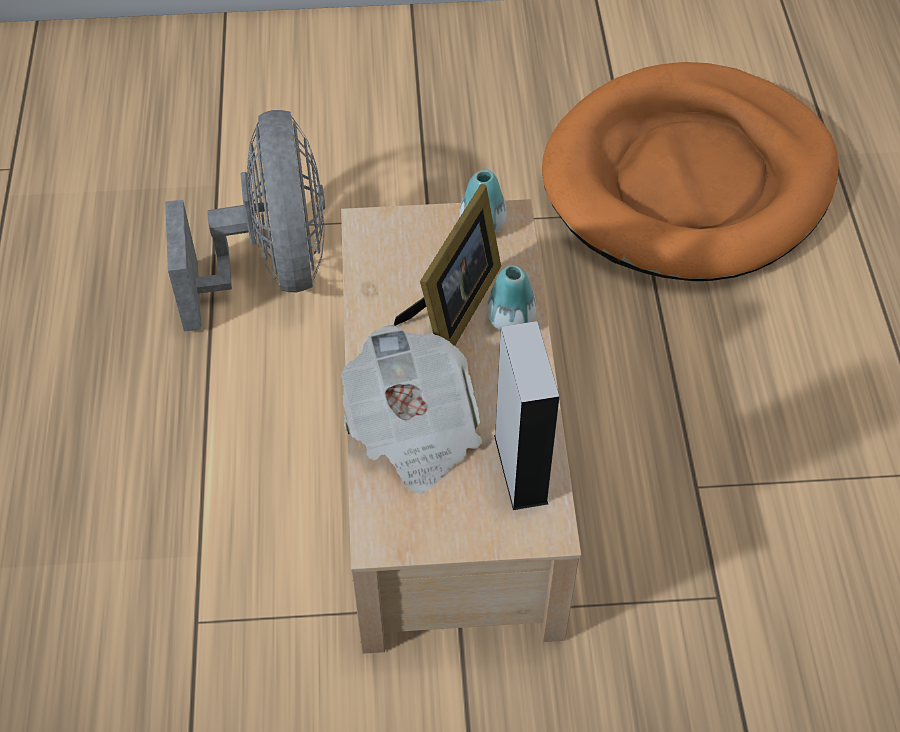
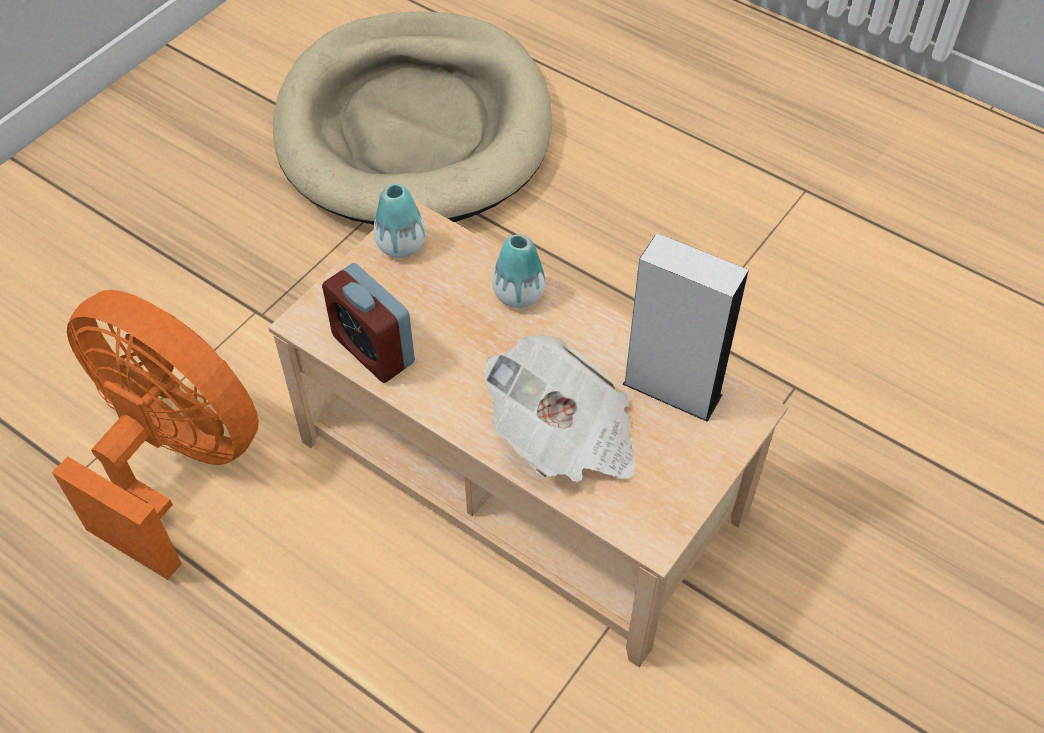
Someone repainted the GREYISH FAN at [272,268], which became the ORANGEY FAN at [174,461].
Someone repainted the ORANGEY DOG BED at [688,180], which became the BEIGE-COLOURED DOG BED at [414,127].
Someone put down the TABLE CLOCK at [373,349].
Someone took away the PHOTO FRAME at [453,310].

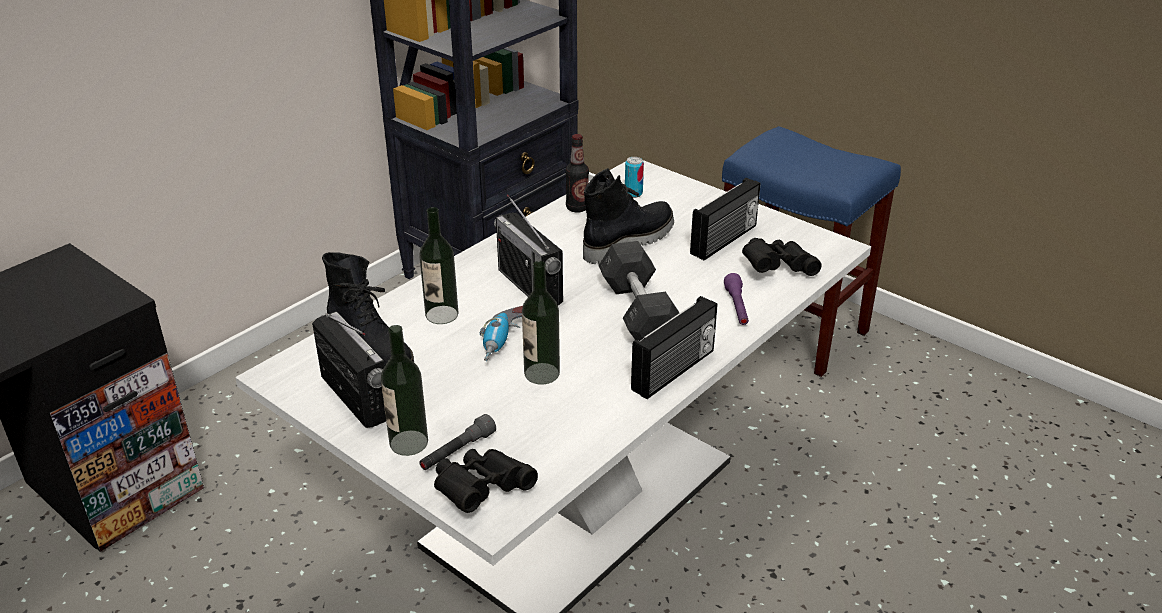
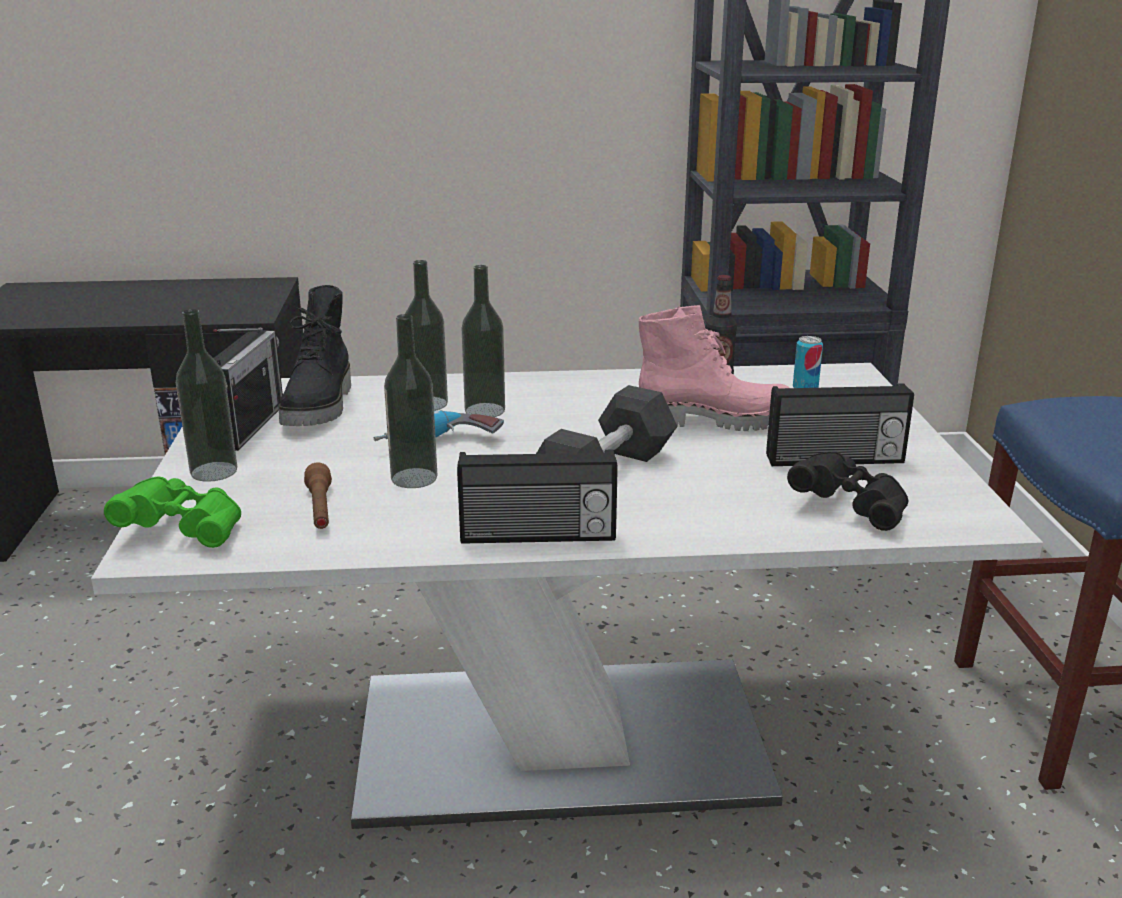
Someone repainted the BLACK-COLOURED FIELD GLASSES at [481,491], which became the GREEN-COLOURED FIELD GLASSES at [184,530].
Someone put down the BROWN TORCH at [320,509].
Someone put down the DRINK BOTTLE at [485,410].
Someone repainted the BLACK-COLOURED HIGH-TOP BOOT at [627,241], which became the PINK HIGH-TOP BOOT at [715,420].
Someone took away the GREYISH TORCH at [457,452].
Someone took away the RADIO RECEIVER at [530,286].
Someone took away the PURPLE-COLOURED TORCH at [737,307].

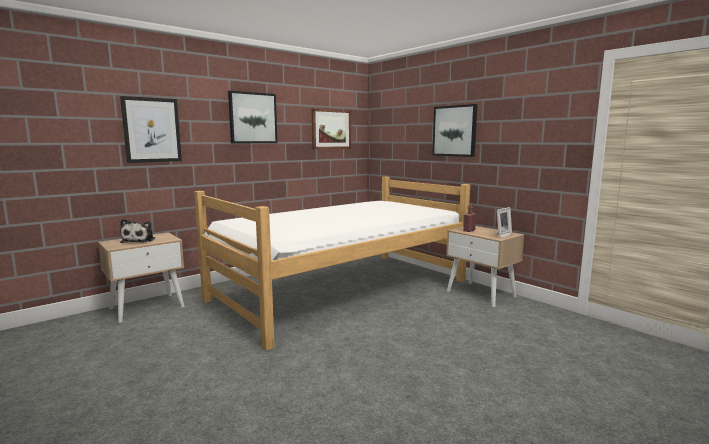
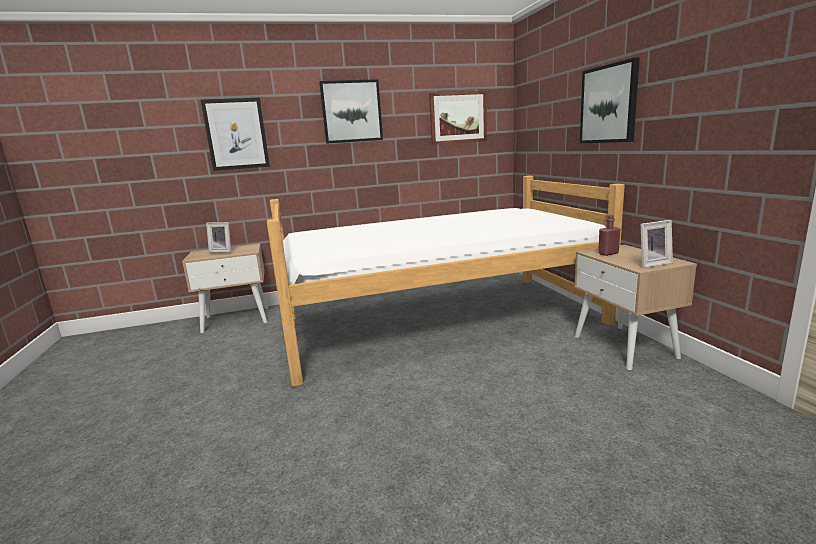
Someone swapped the CUDDLY TOY at [139,240] for the PHOTO FRAME at [222,251].

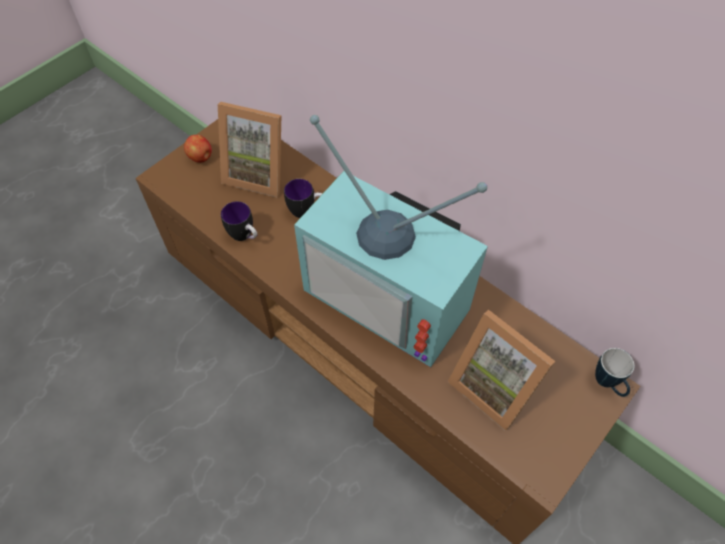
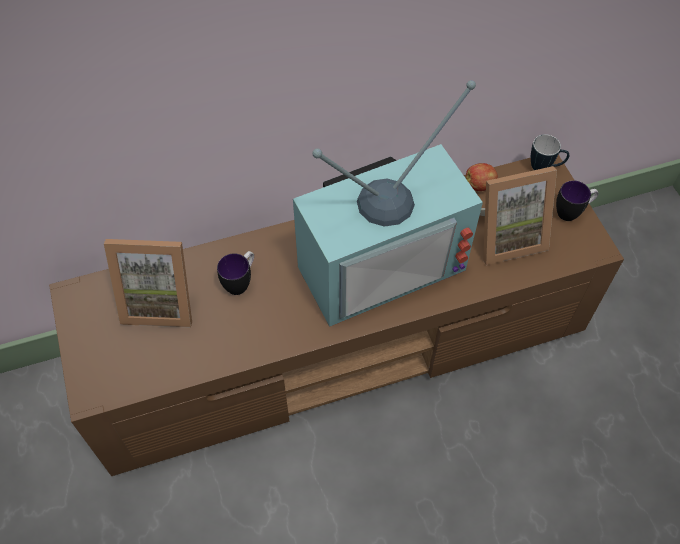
Someone rotated the PHOTO FRAME at [258,173] by 45 degrees clockwise.
Someone carried the APPLE FRUIT from [201,157] to [479,185].
Someone carried the TEA MUG from [245,237] to [572,212].

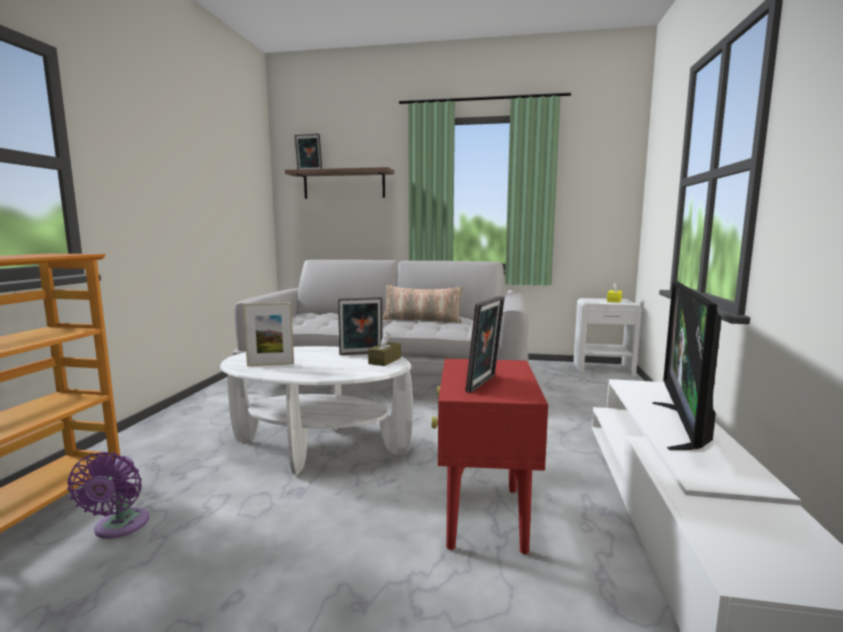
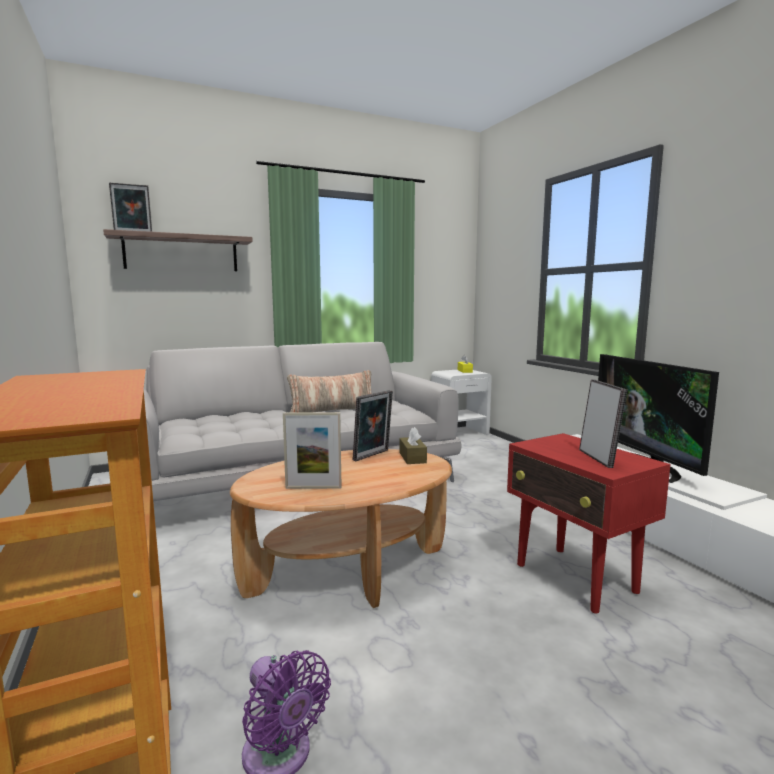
Someone repainted the WHITE LOUNGE TABLE at [319,447], which became the BROWN LOUNGE TABLE at [349,572].
Someone rotated the PHOTO FRAME at [270,364] by 45 degrees clockwise.

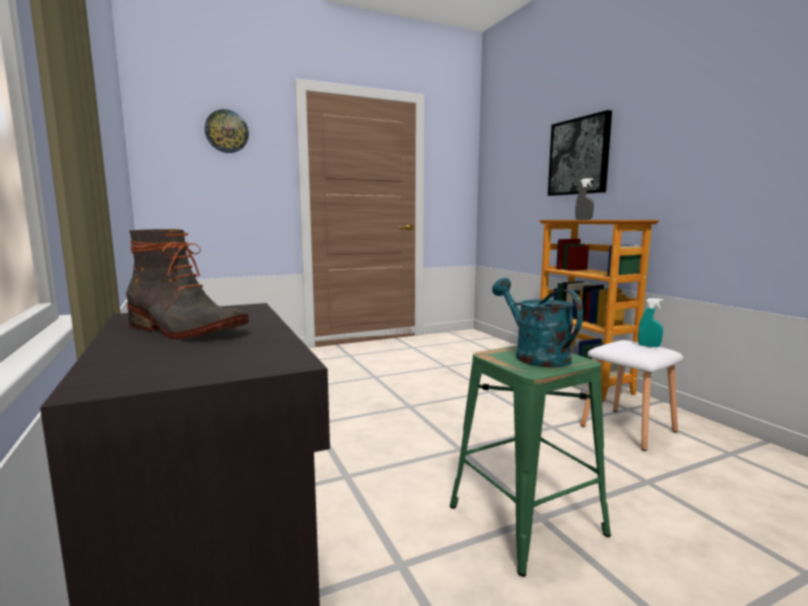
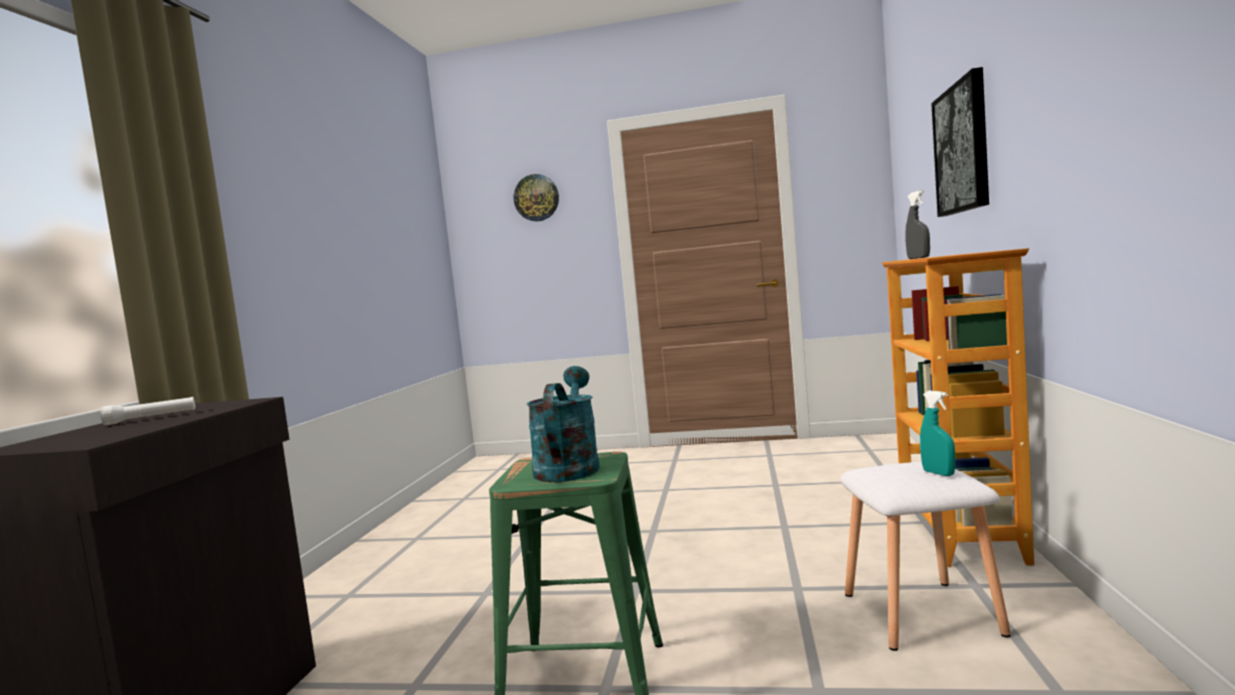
Someone swapped the HIGH-TOP BOOT at [182,330] for the WHITE TORCH at [151,418].

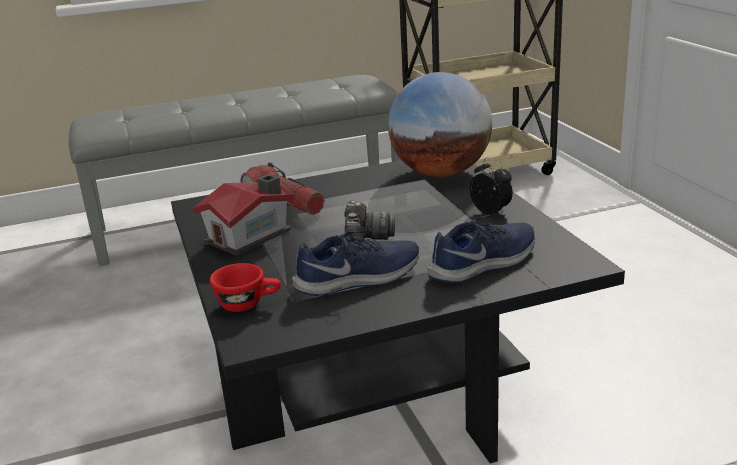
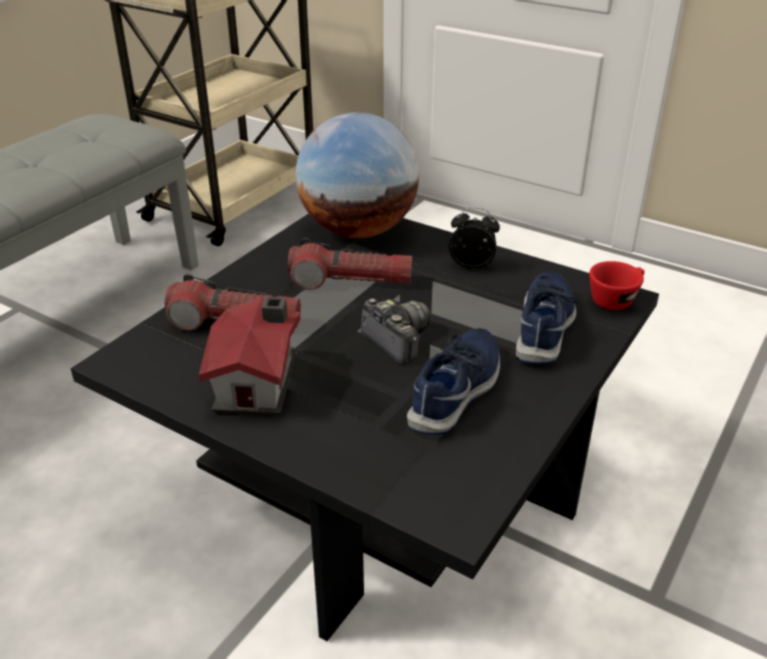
Someone put down the TORCH at [350,281].
Someone carried the RED-COLOURED DRINKING CUP from [248,304] to [615,299].

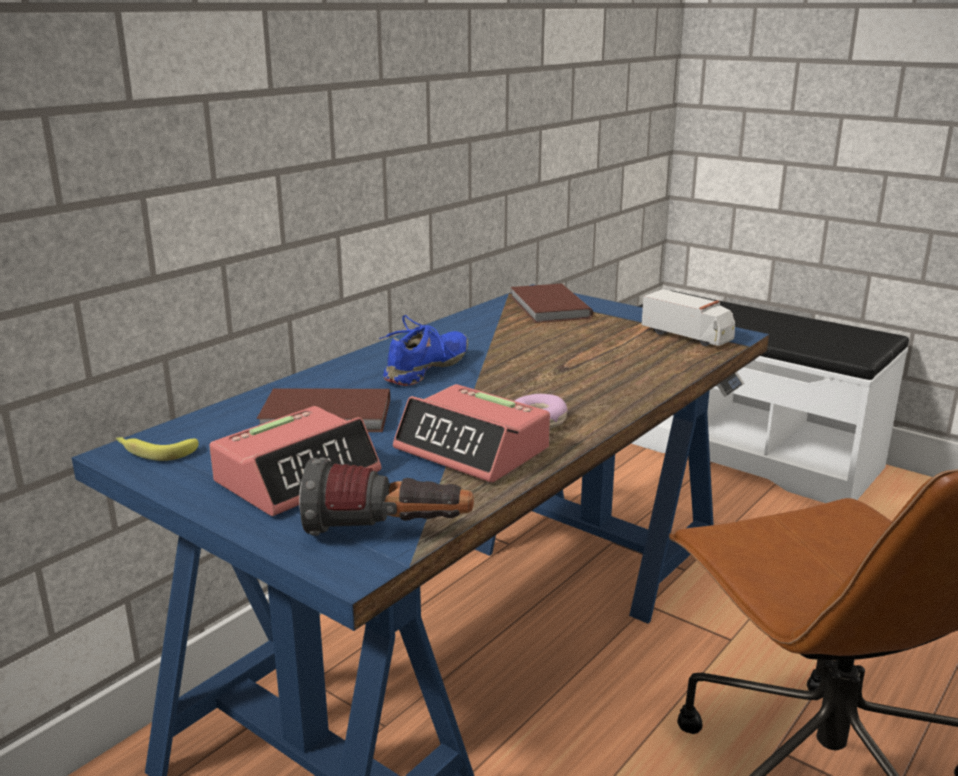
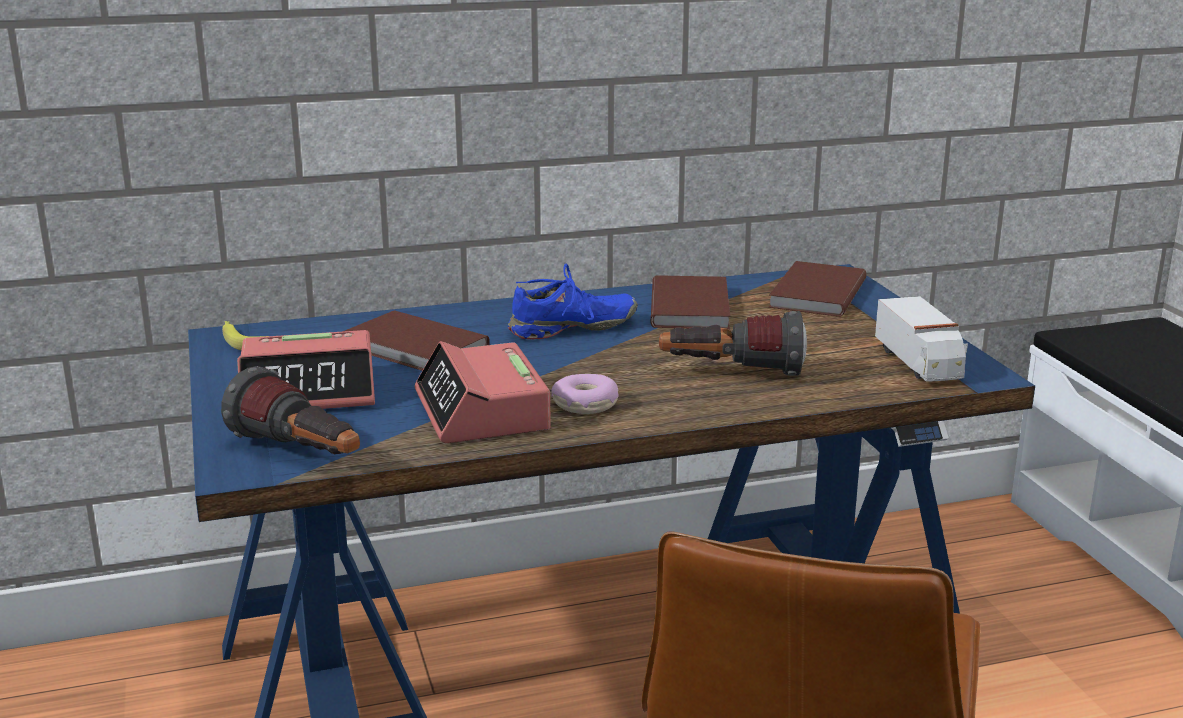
Someone put down the BROWN BOUND BOOK at [692,307].
Someone put down the TORCH at [731,373].

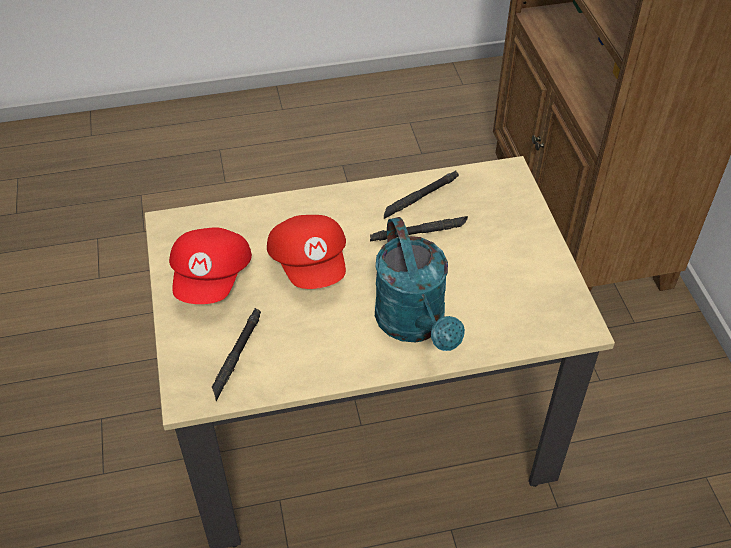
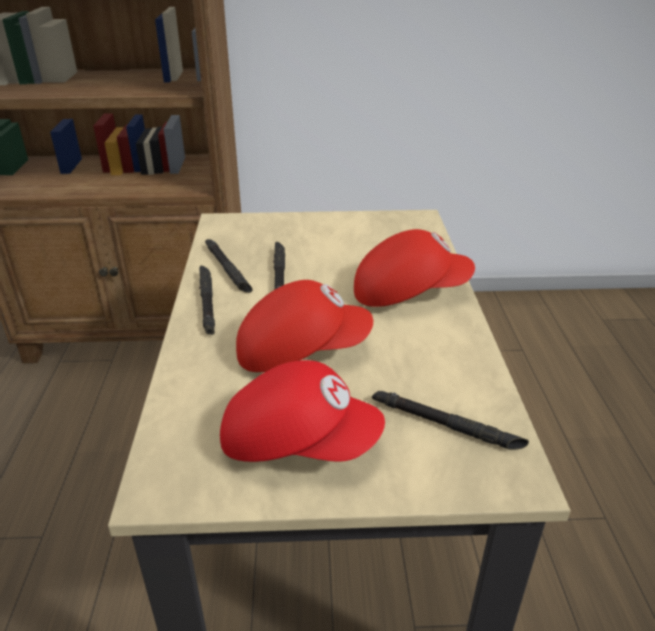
Someone put down the BLACK-COLOURED TORCH at [207,303].
Someone swapped the TURQUOISE WATERING POT at [415,325] for the RED-COLOURED CAP at [408,292].

